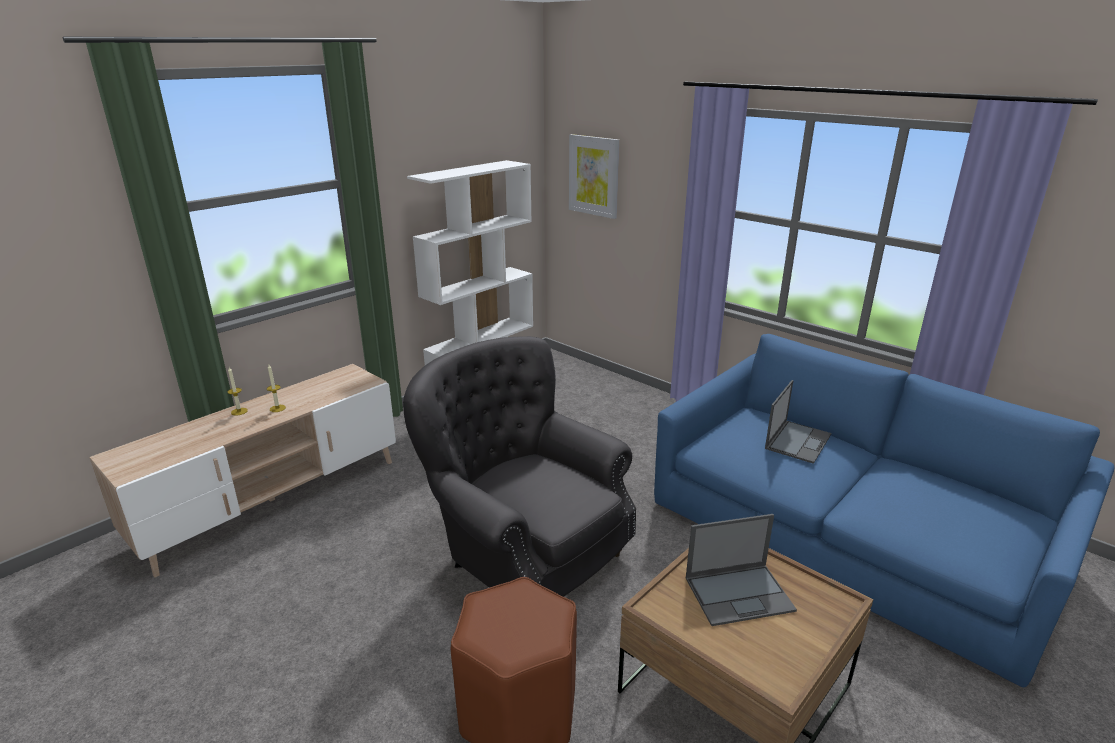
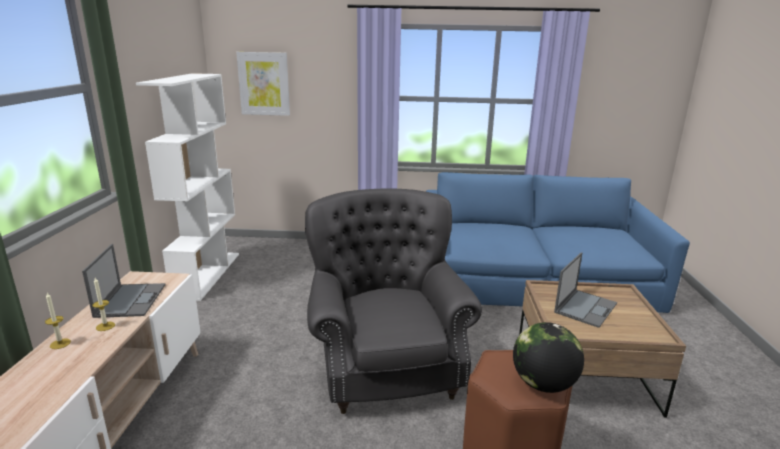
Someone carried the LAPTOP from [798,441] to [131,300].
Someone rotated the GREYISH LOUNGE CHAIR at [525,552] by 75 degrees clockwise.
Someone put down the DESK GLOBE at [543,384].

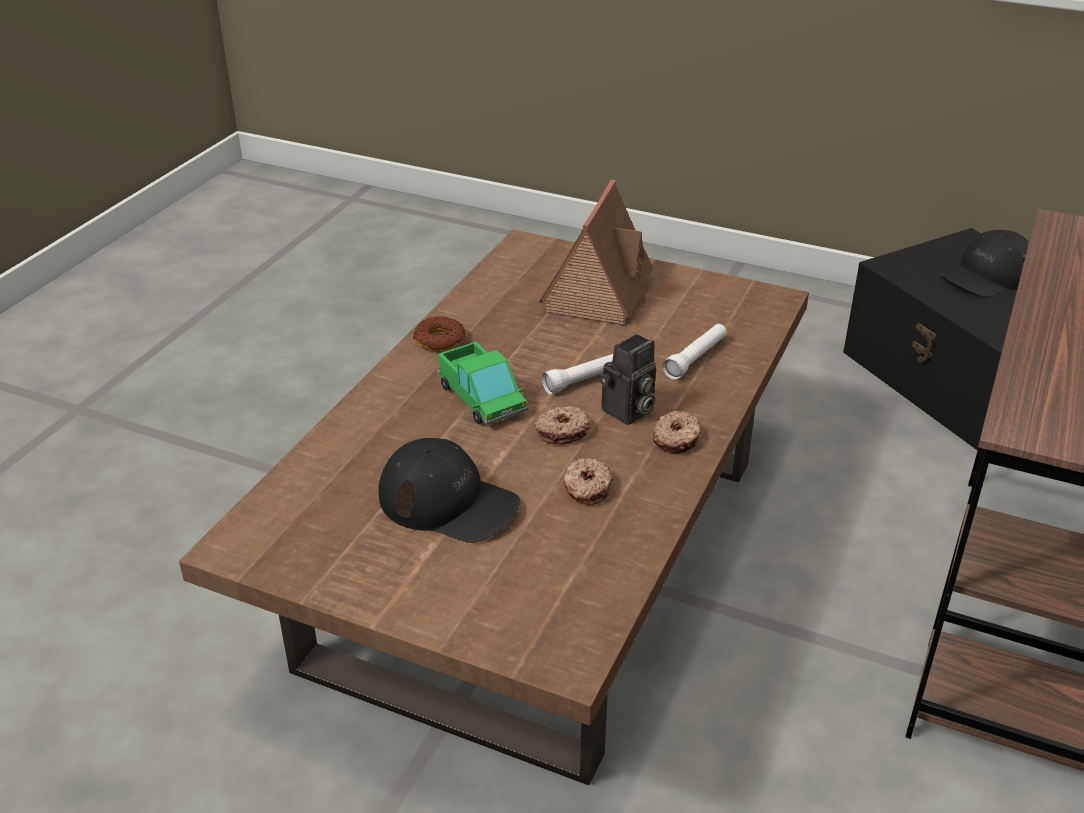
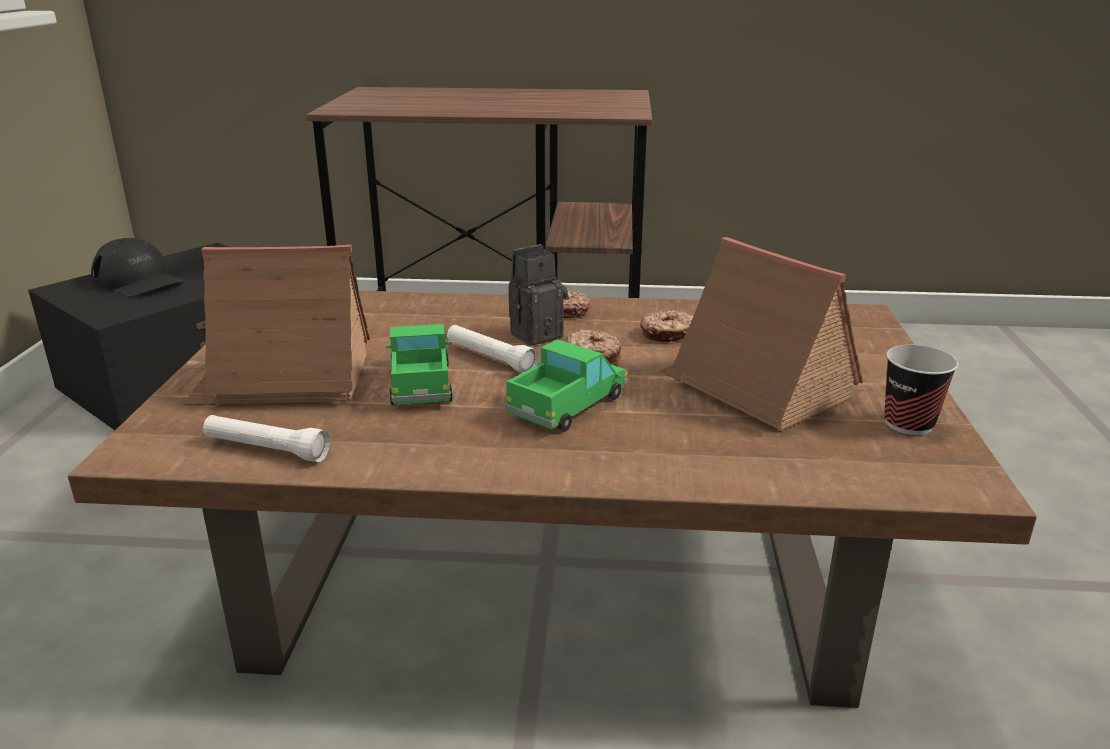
Someone carried the WHITE TORCH from [695,358] to [267,449].
Someone put down the TOY TRUCK at [421,383].
Someone rotated the STILL CAMERA at [628,412] by 60 degrees counterclockwise.
Someone swapped the BLACK-COLOURED CAP at [449,502] for the MINIATURE HOUSE at [755,386].
Someone put down the DRINKING CUP at [908,424].
Someone took away the DOUGHNUT at [439,340].

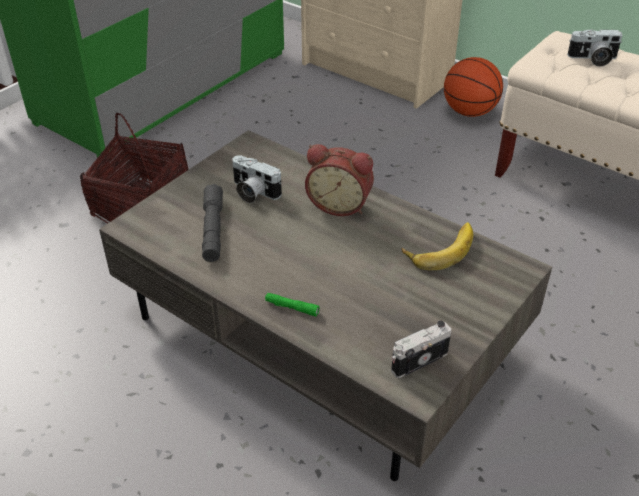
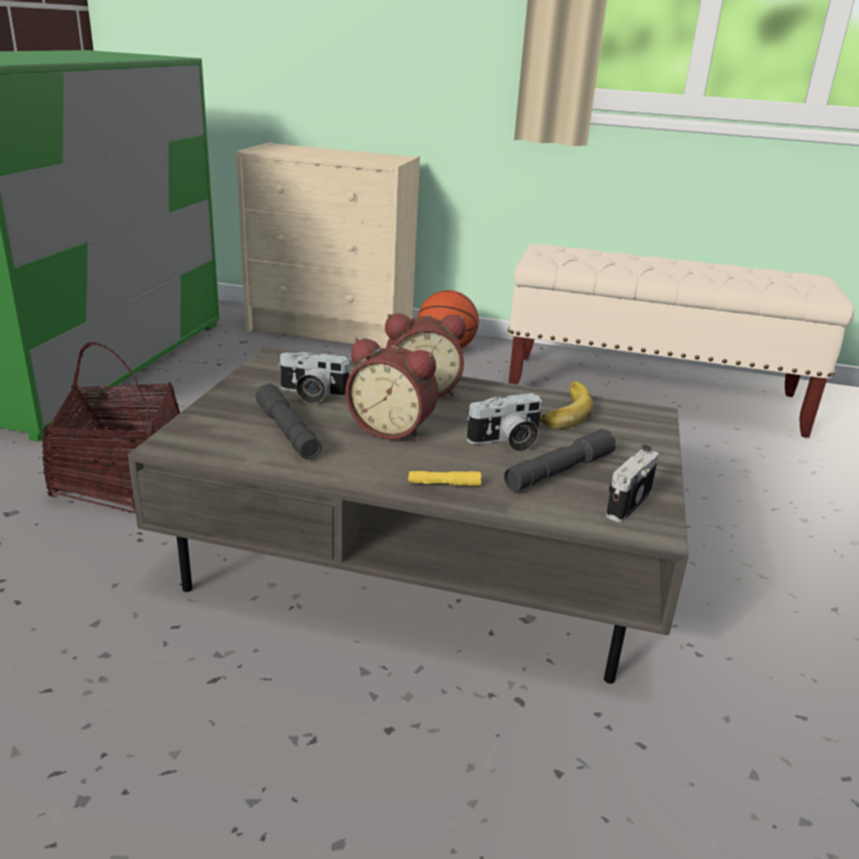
Someone put down the TABLE CLOCK at [392,428].
Someone repainted the GREEN-COLOURED TORCH at [291,308], which became the YELLOWISH TORCH at [444,484].
Someone carried the STILL CAMERA from [593,59] to [506,442].
Someone put down the GREYISH TORCH at [559,471].

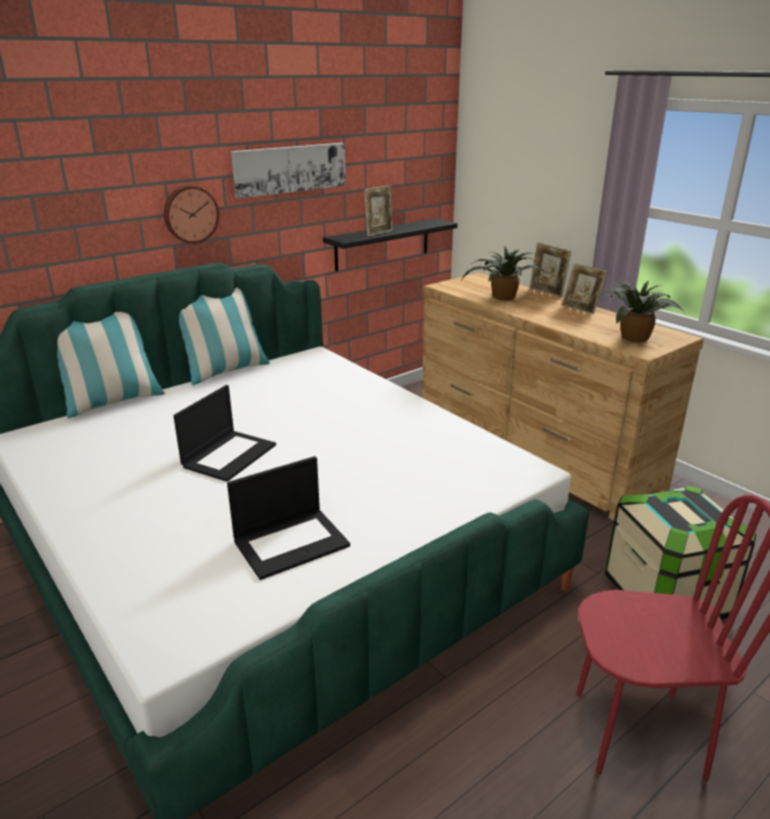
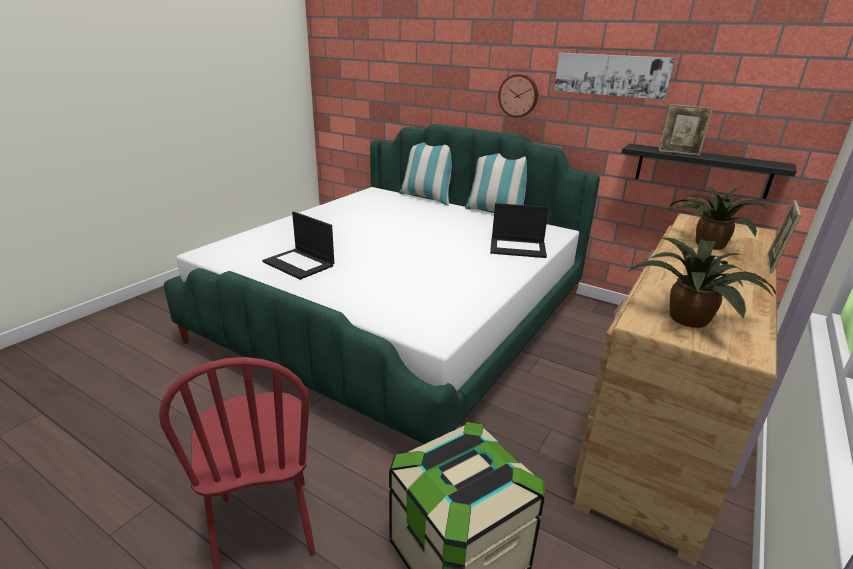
Someone carried the LAPTOP from [229,455] to [518,248].
Someone took away the PHOTO FRAME at [581,309].

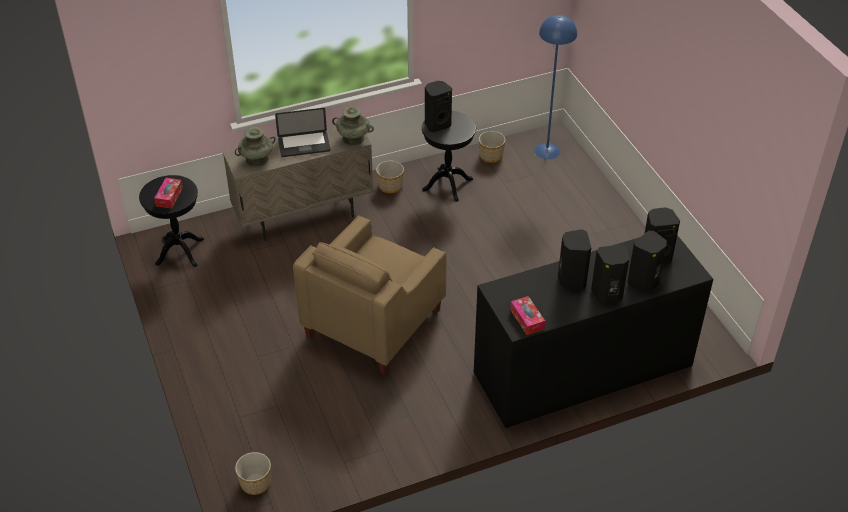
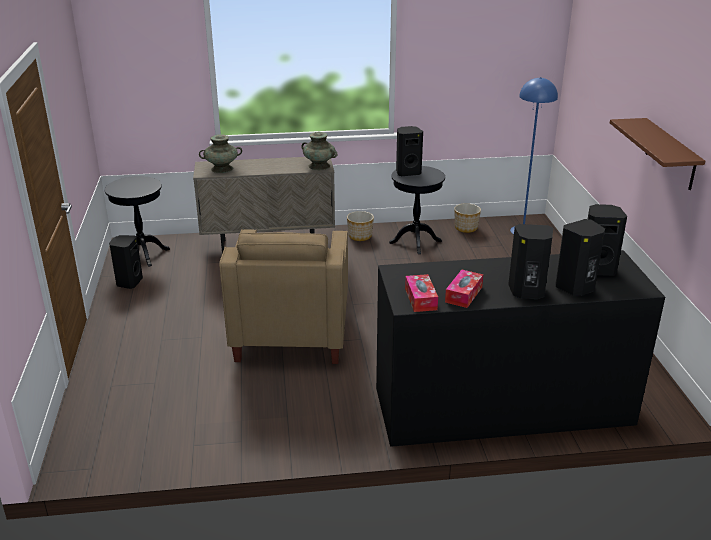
Someone carried the BLACK-COLOURED AUDIO SPEAKER from [571,280] to [128,282].
Someone rotated the BEIGE-COLOURED LOUNGE CHAIR at [373,322] by 45 degrees counterclockwise.
Someone carried the TISSUE BOX from [169,197] to [463,294].
Someone put up the BROWN SHELF at [670,154].
Someone took away the FLOWER POT at [256,483].
Someone took away the LAPTOP at [304,145].

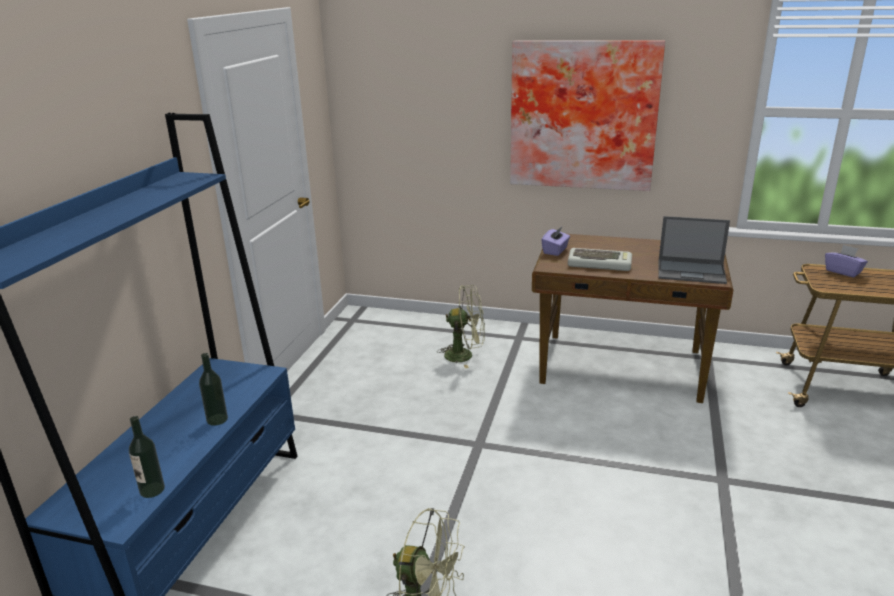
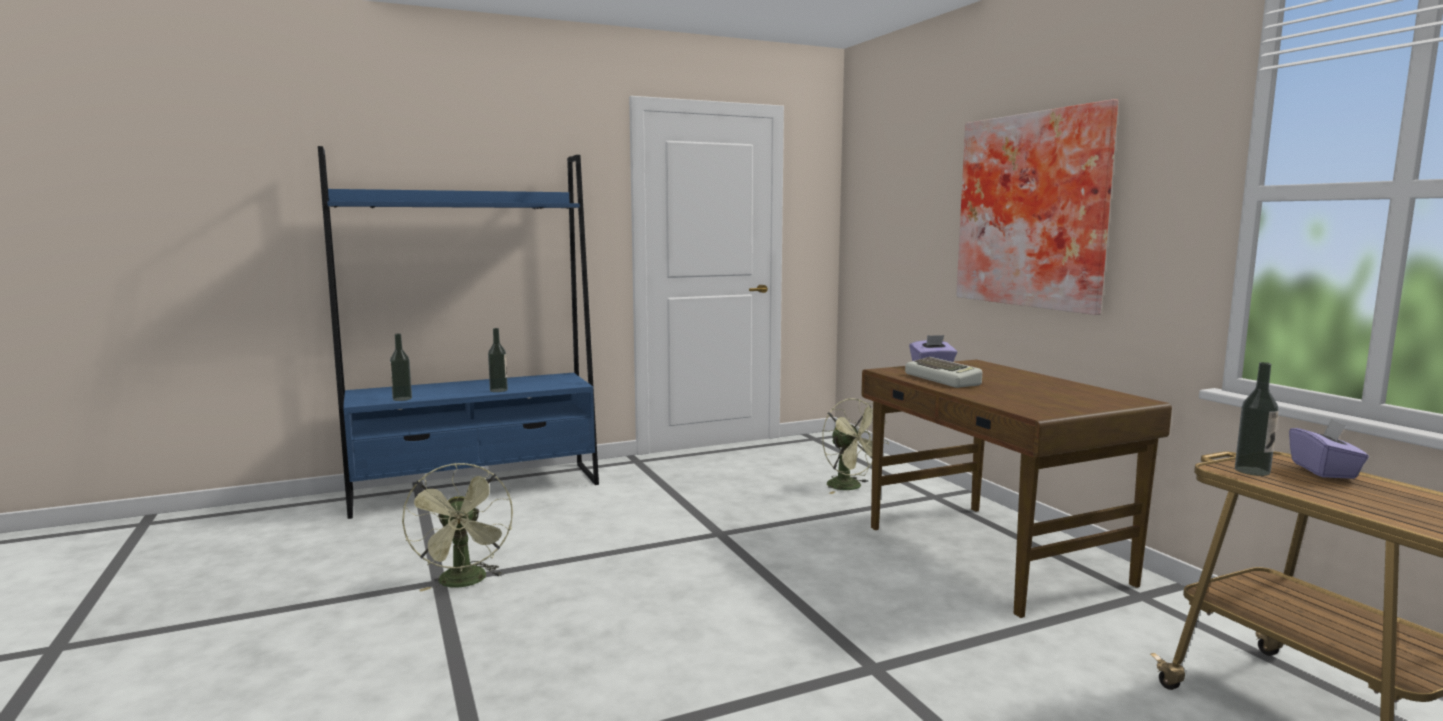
Someone put down the DRINK BOTTLE at [1252,471].
Someone took away the LAPTOP at [692,272].

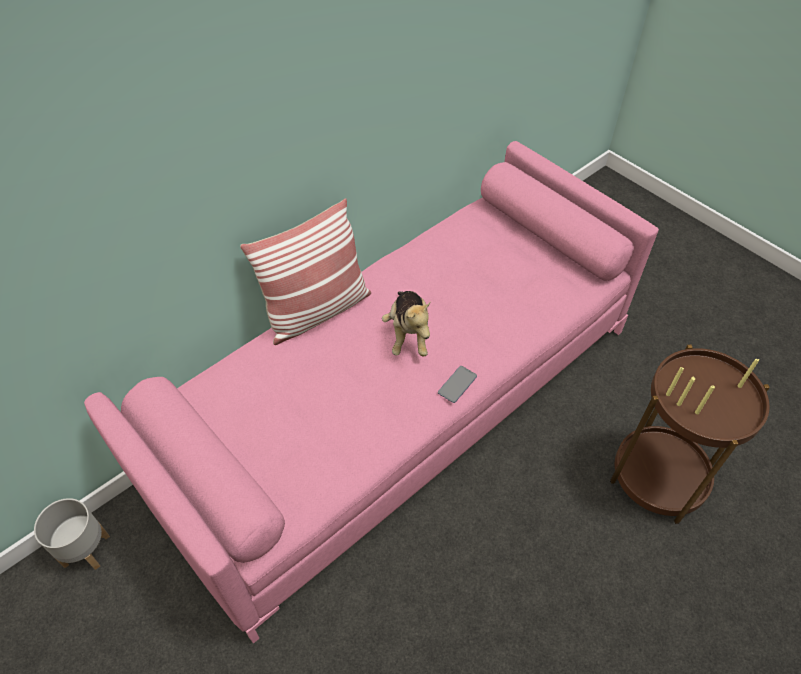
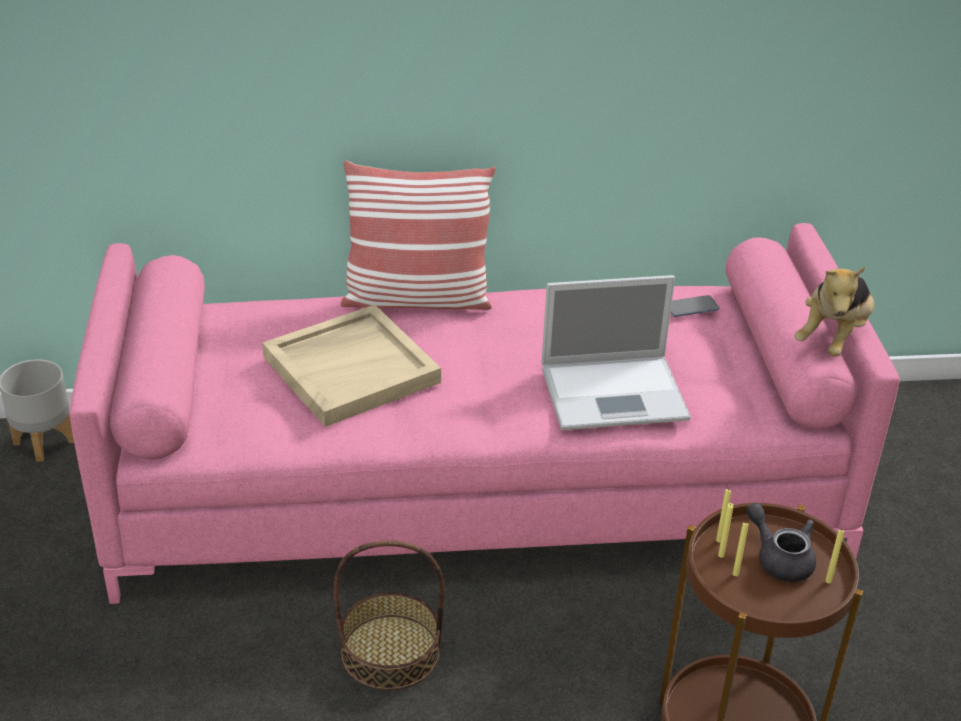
Someone put down the BEIGE-COLOURED SERVING TRAY at [351,368].
Someone put down the HOUSEHOLD BASKET at [390,652].
Someone put down the LAPTOP at [616,392].
Someone carried the HANDSET from [457,384] to [691,307].
Someone put down the GREYISH TEA POT at [780,558].
Someone carried the CUDDLY TOY from [408,334] to [833,337].

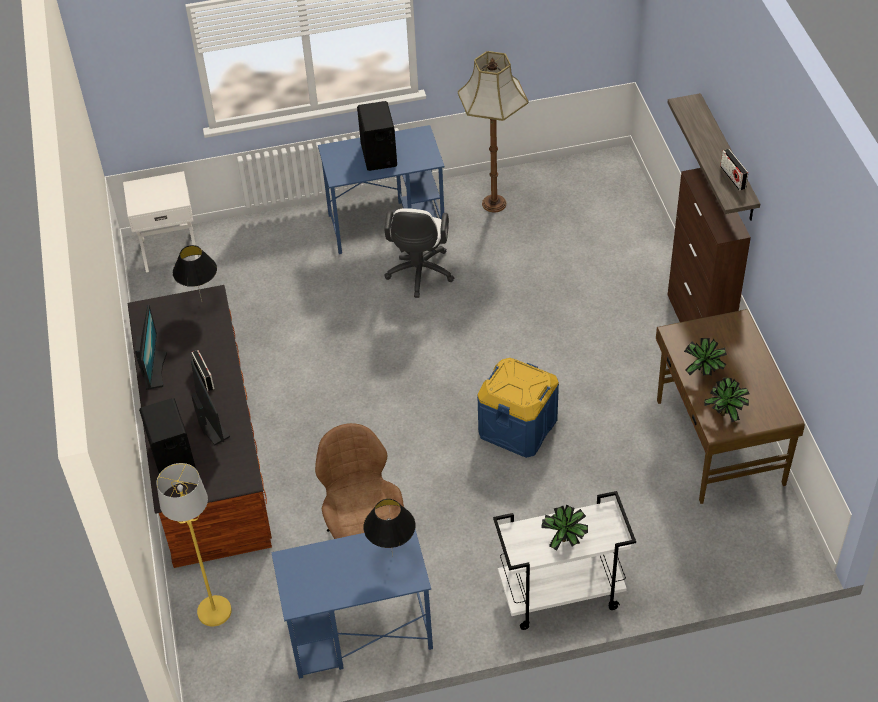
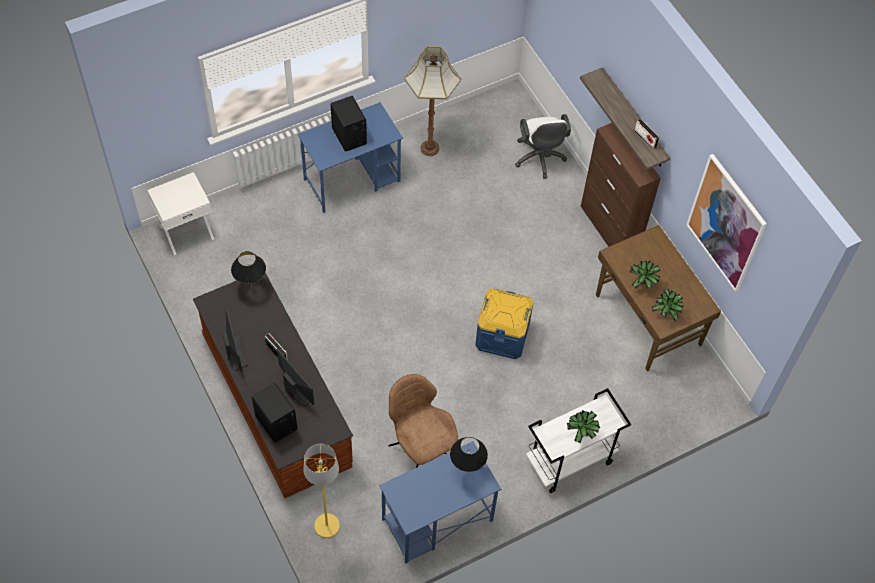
Someone carried the WHITE DESK CHAIR from [419,275] to [539,159].
Someone put up the PICTURE at [726,223].

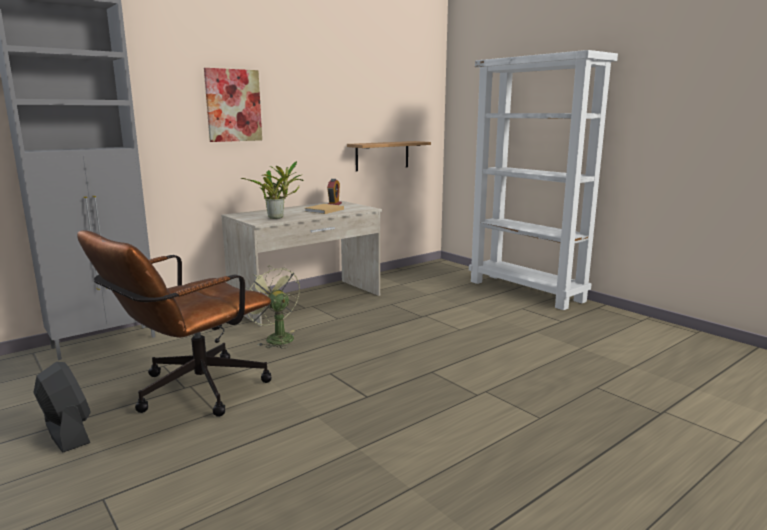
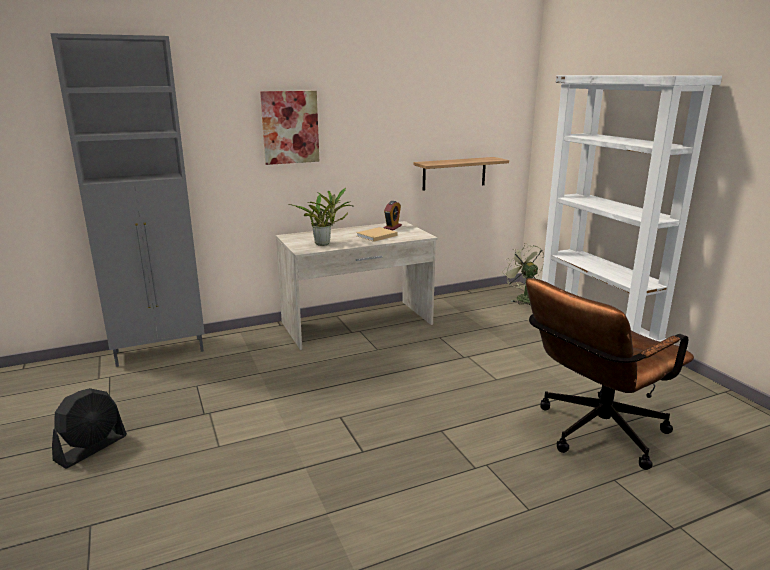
Someone rotated the BLACK-COLOURED FAN at [67,432] by 60 degrees clockwise.
Someone carried the GREEN-COLOURED FAN from [275,338] to [522,297].
Someone carried the BROWN DESK CHAIR from [190,392] to [593,434].

